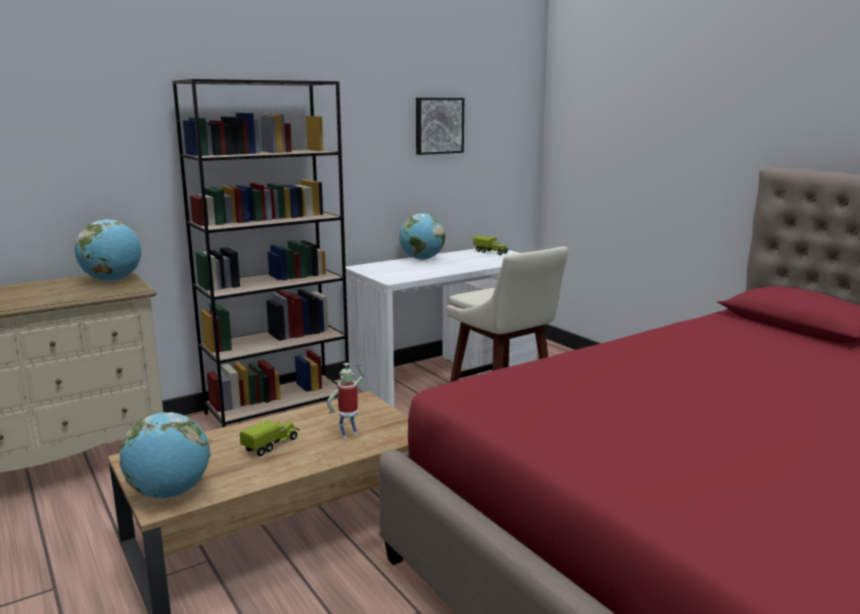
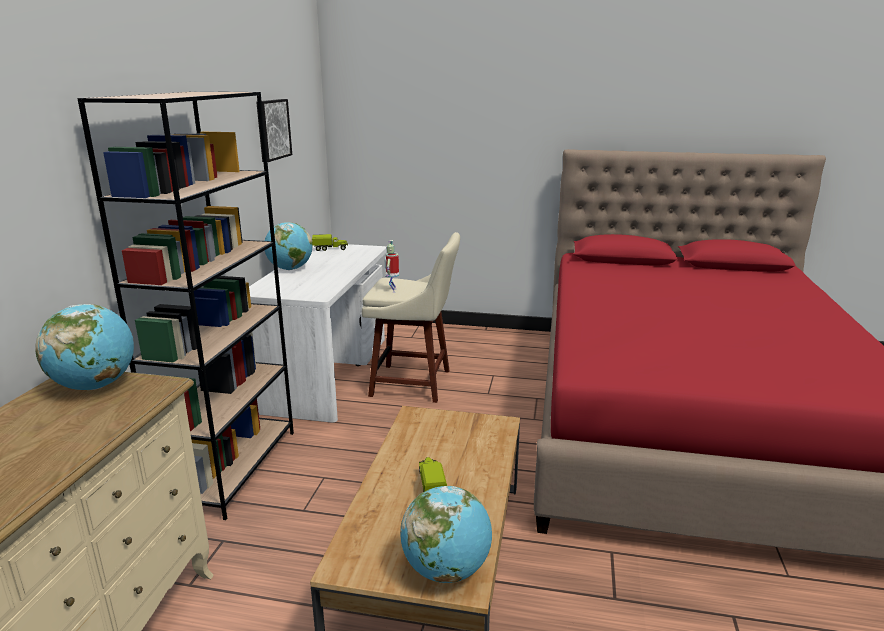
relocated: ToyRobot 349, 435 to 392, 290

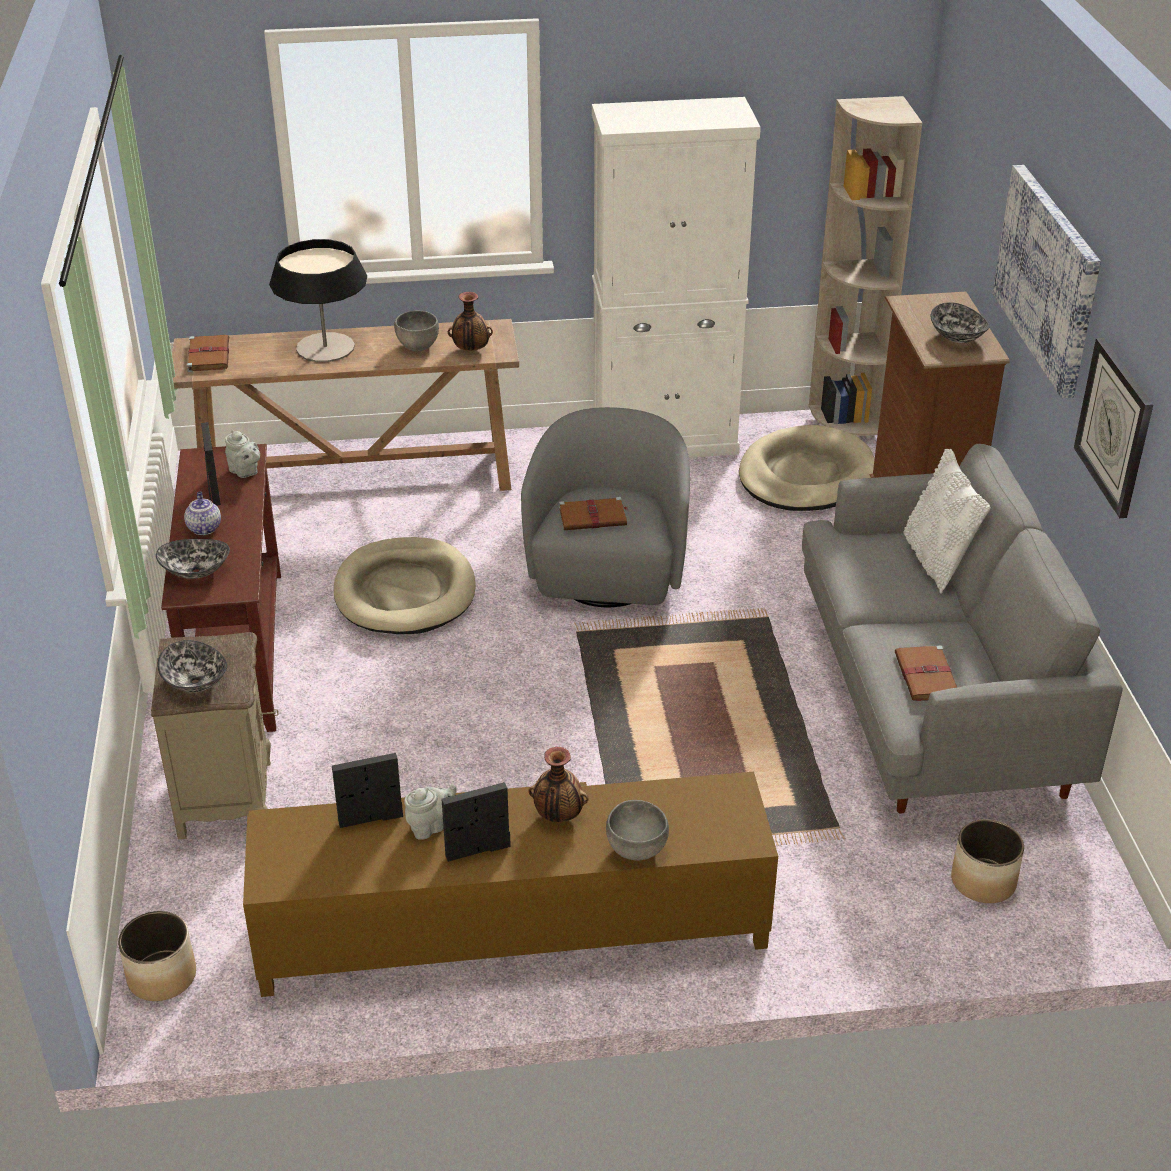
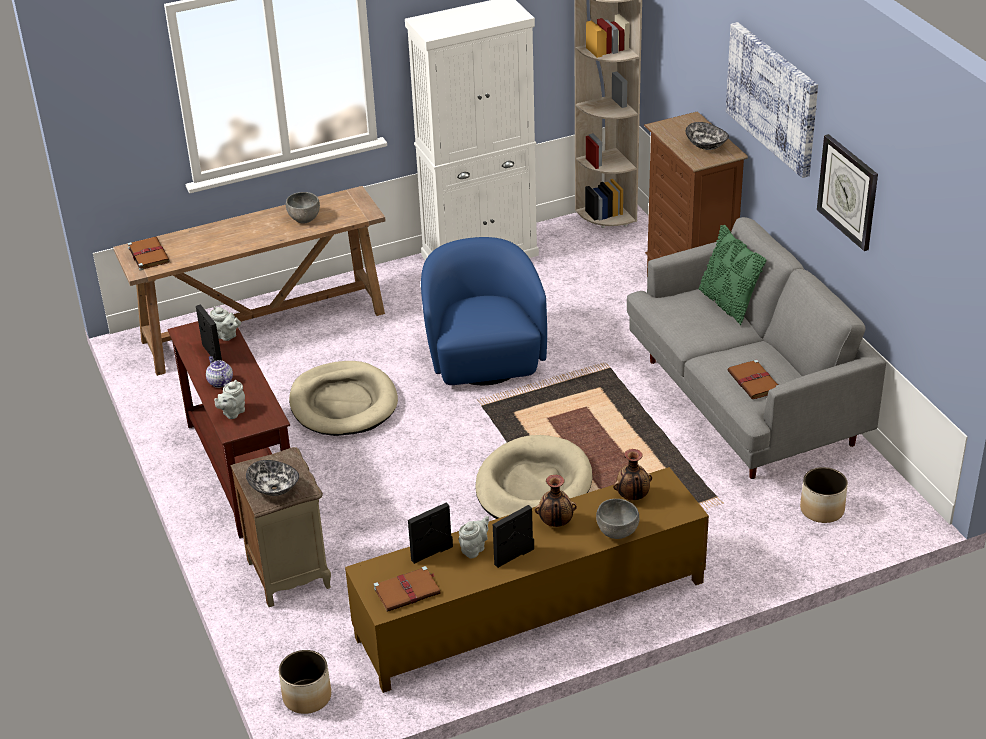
missing: TableLamp 325, 347
relocated: BrownBook 594, 517 to 408, 591; BeigeDogBed 805, 475 to 533, 486; Vase 471, 350 to 632, 496
exchanged: Bowl 196, 570 to GreyTeapot 232, 413
colour: GreyArmchair 608, 570 to BlueArmchair 483, 357; WhitePillow 936, 561 to GreenPillow 728, 304

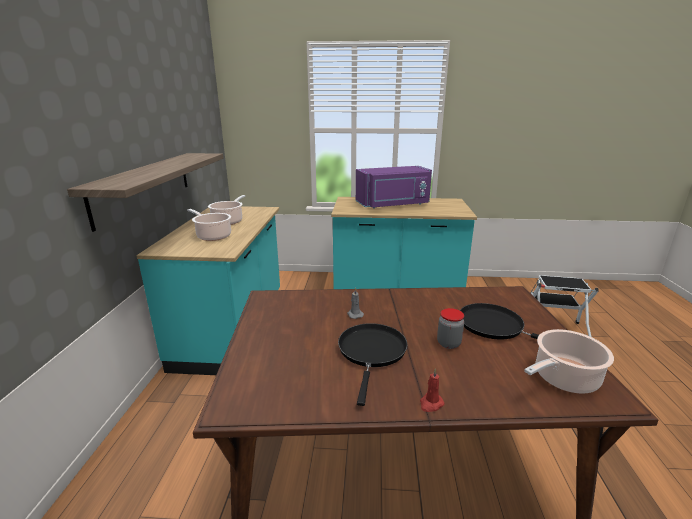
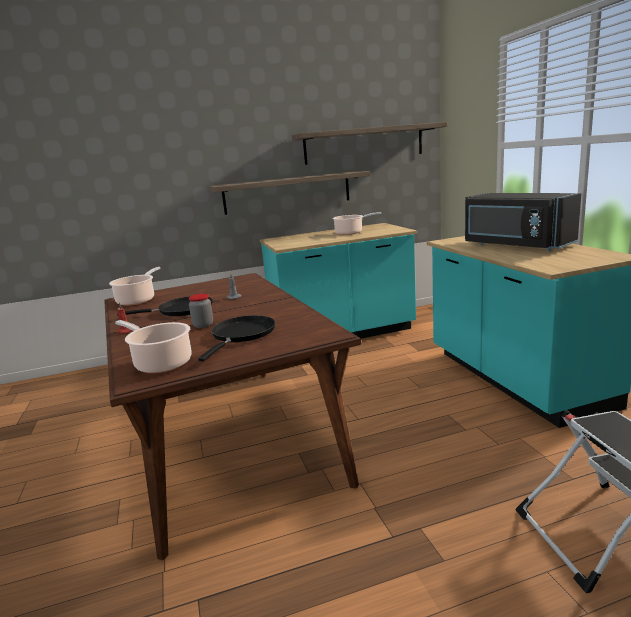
appeared: Shelf 364, 144
relocated: CookingPot 212, 236 to 137, 300
colour: PurpleMicrowave 393, 204 to BlackMicrowave 515, 245

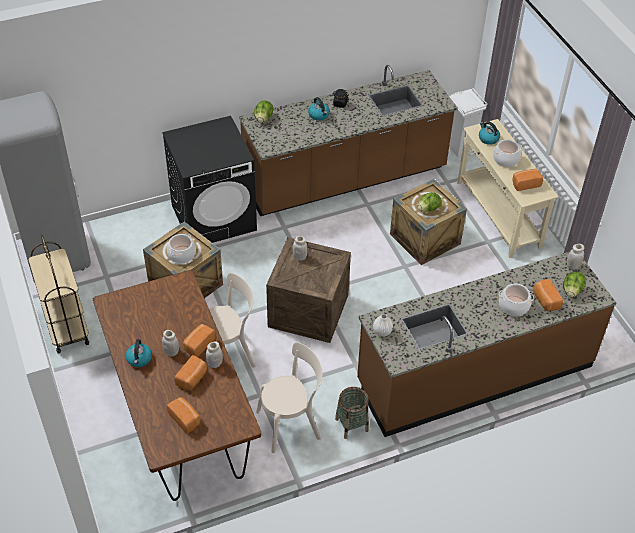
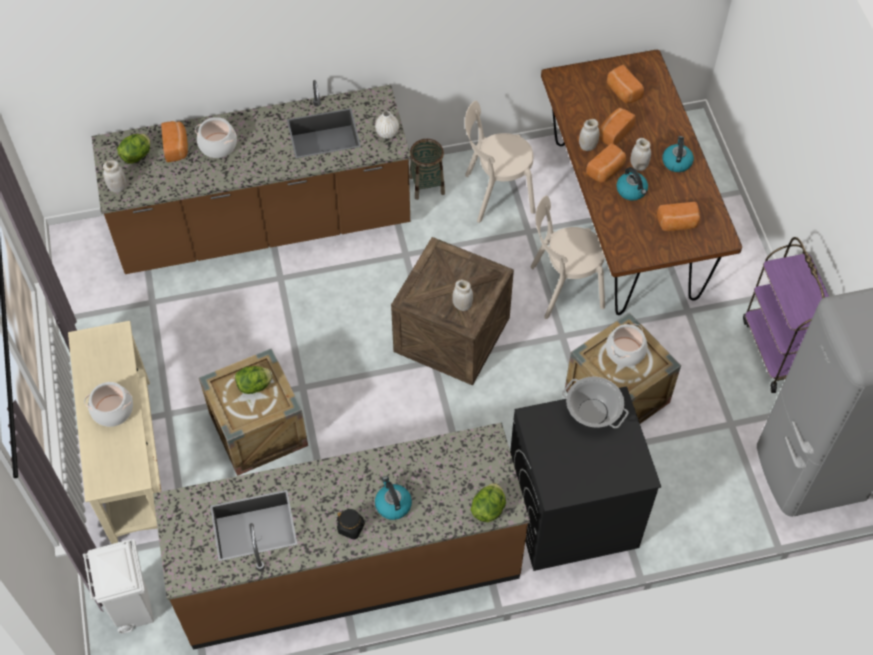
appeared: CookingPot 593, 412
relocated: Kettle 488, 138 to 632, 191; Bread 525, 184 to 677, 224
colour: BeigeCart 66, 327 to PurpleCart 776, 350

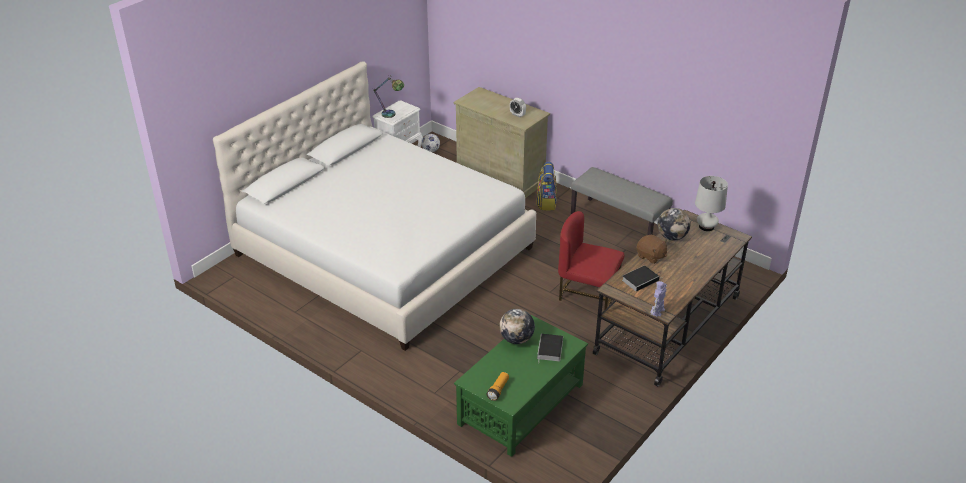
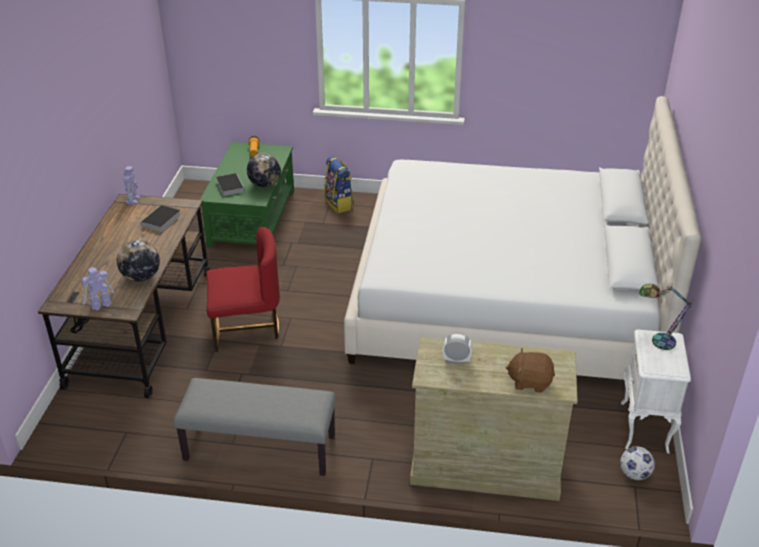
relocated: Backpack 546, 202 to 339, 204; BrownPlushToy 651, 256 to 530, 381
exchanged: WhiteTableLamp 706, 226 to ToyRobot 100, 305

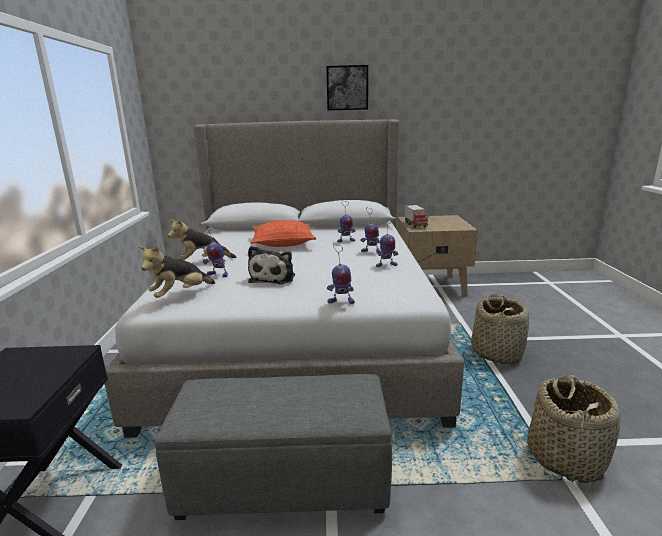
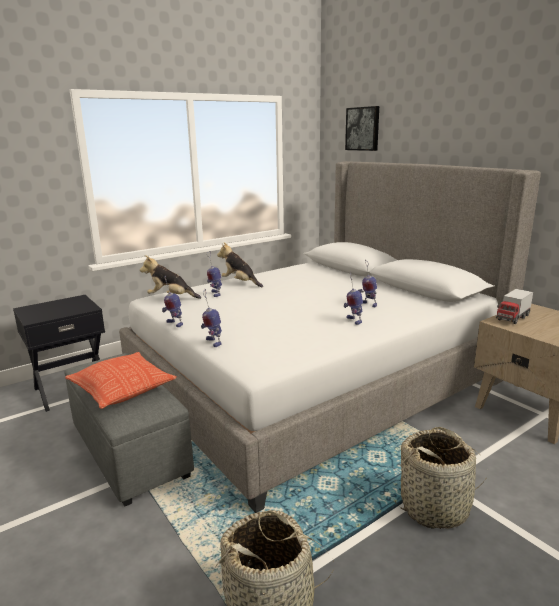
missing: PlushToy 274, 278
relocated: OrangePillow 283, 243 to 123, 391; ToyRobot 386, 265 to 174, 324; Picture 347, 88 to 363, 129

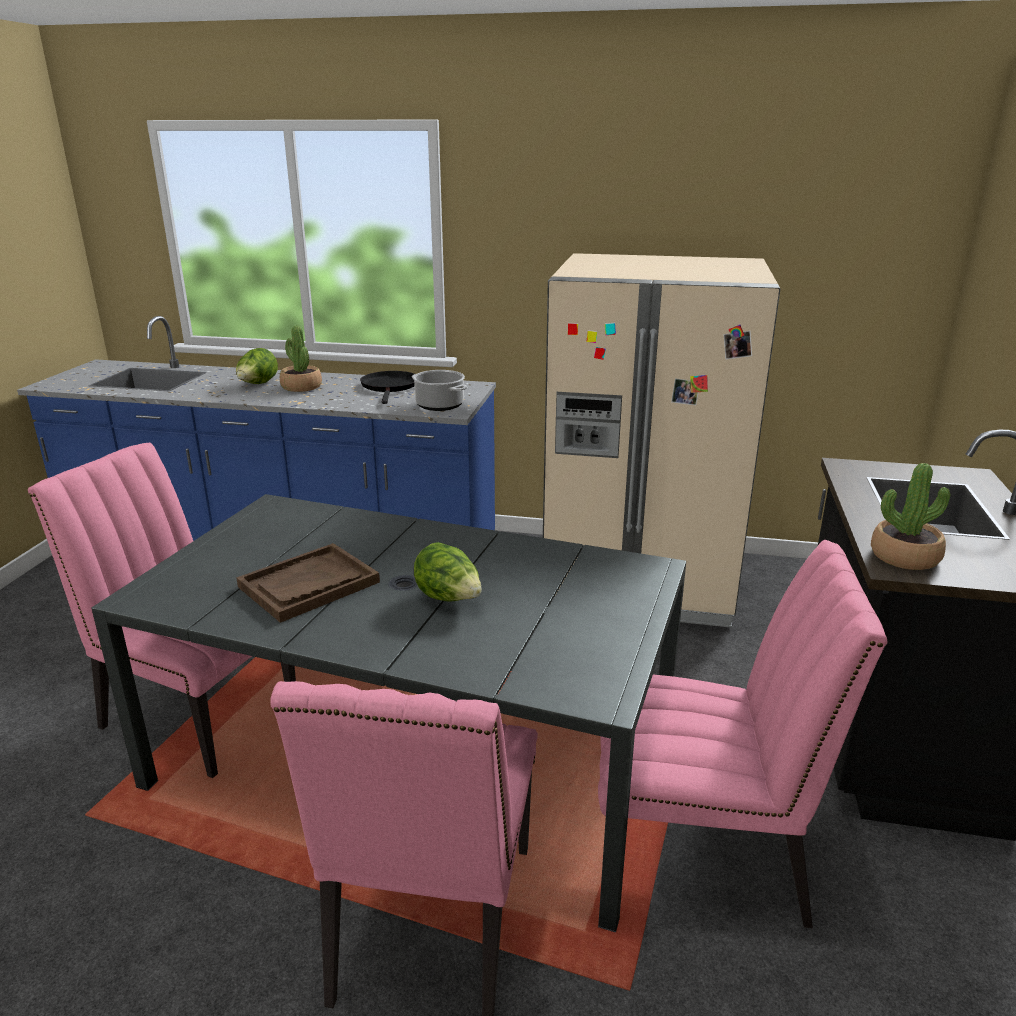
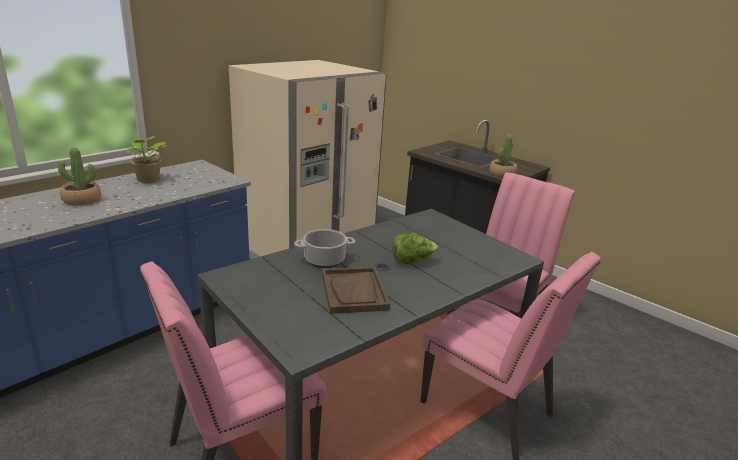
missing: Lettuce 257, 385
relocated: CookingPot 439, 405 to 324, 260
exchanged: BlackFryingPan 390, 387 to PottedPlant 148, 180

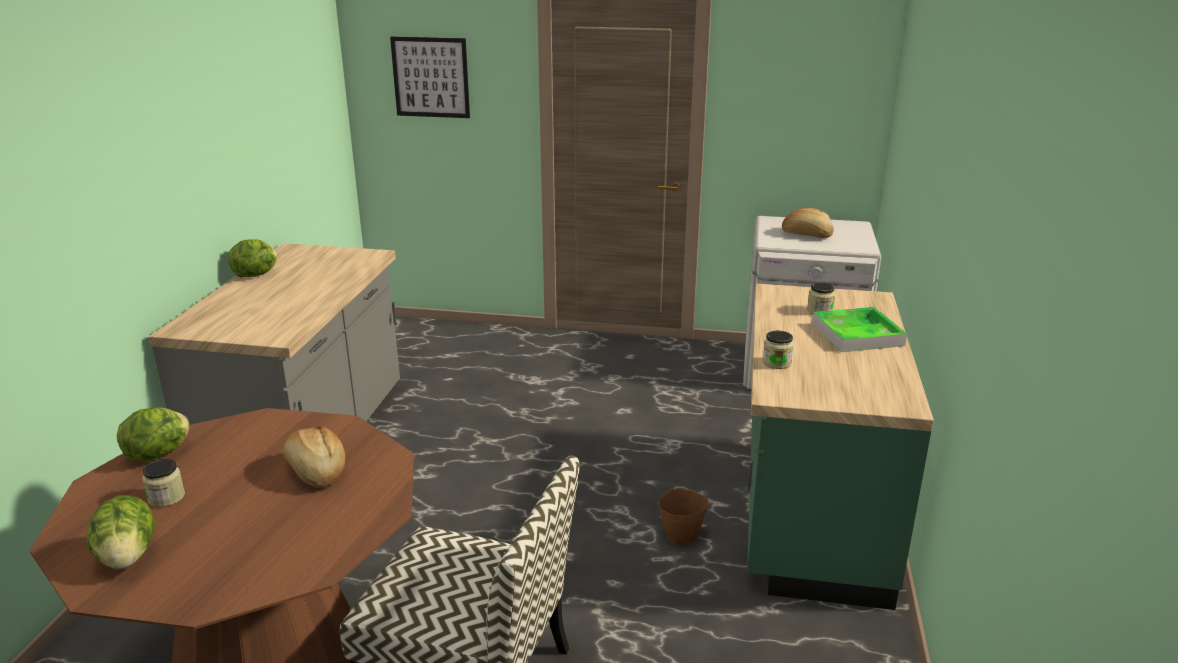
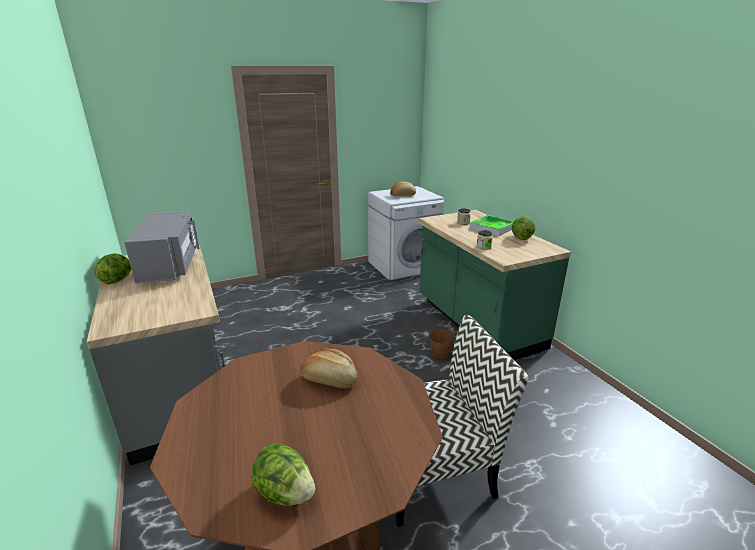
missing: Jar 166, 497; Picture 430, 77
appeared: GreyMicrowave 170, 266
relocated: Lettuce 159, 454 to 521, 238

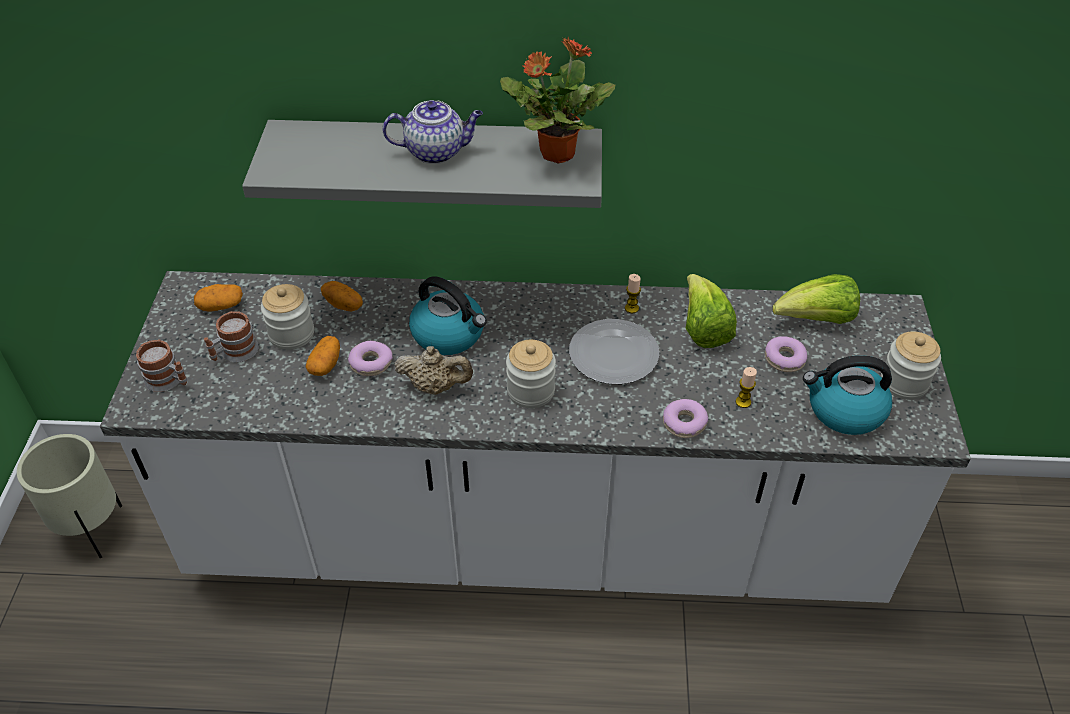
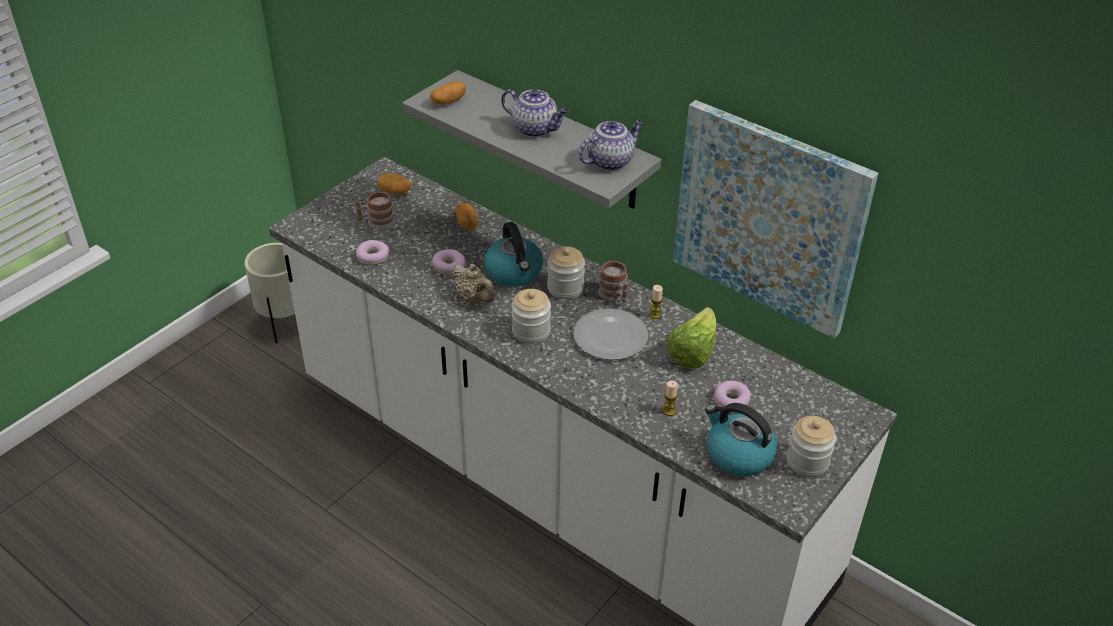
missing: Lettuce 816, 320
appeared: Picture 769, 217
relocated: Donut 684, 423 to 373, 257; Potato 325, 364 to 449, 101; Jar 291, 334 to 565, 288; Mug 169, 381 to 615, 295
exchanged: PottedPlant 555, 153 to Teapot 610, 161

